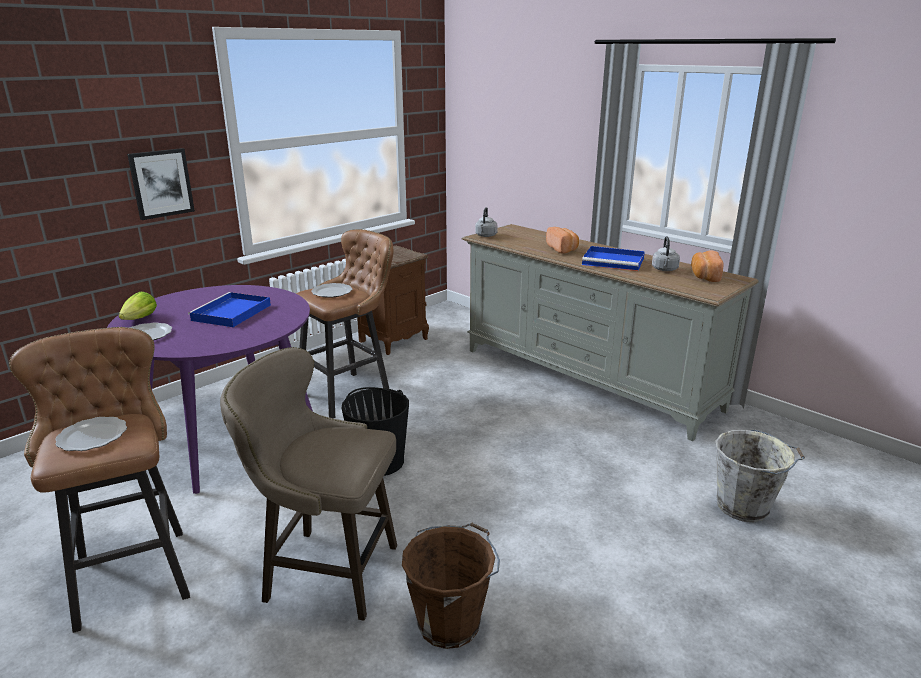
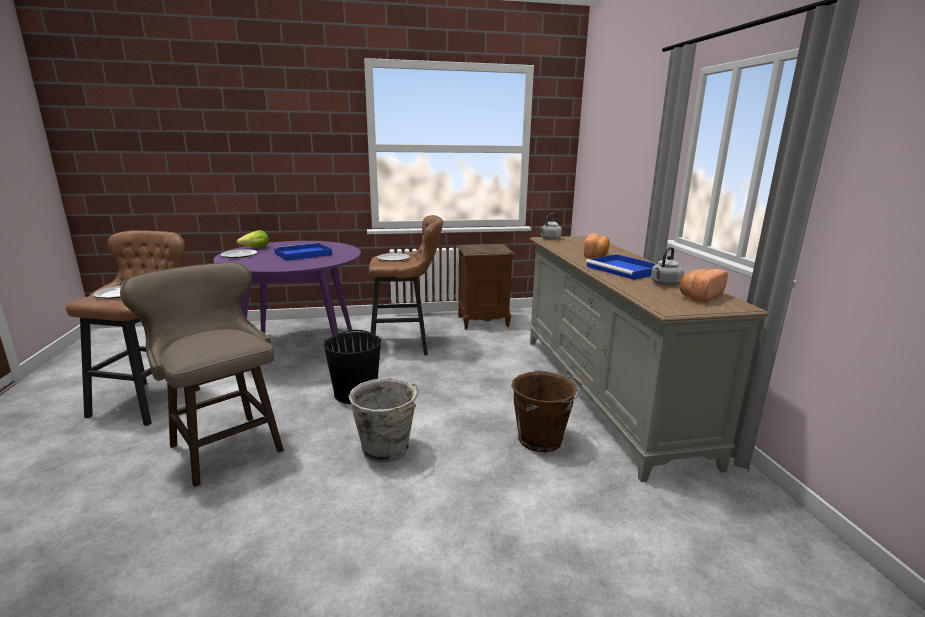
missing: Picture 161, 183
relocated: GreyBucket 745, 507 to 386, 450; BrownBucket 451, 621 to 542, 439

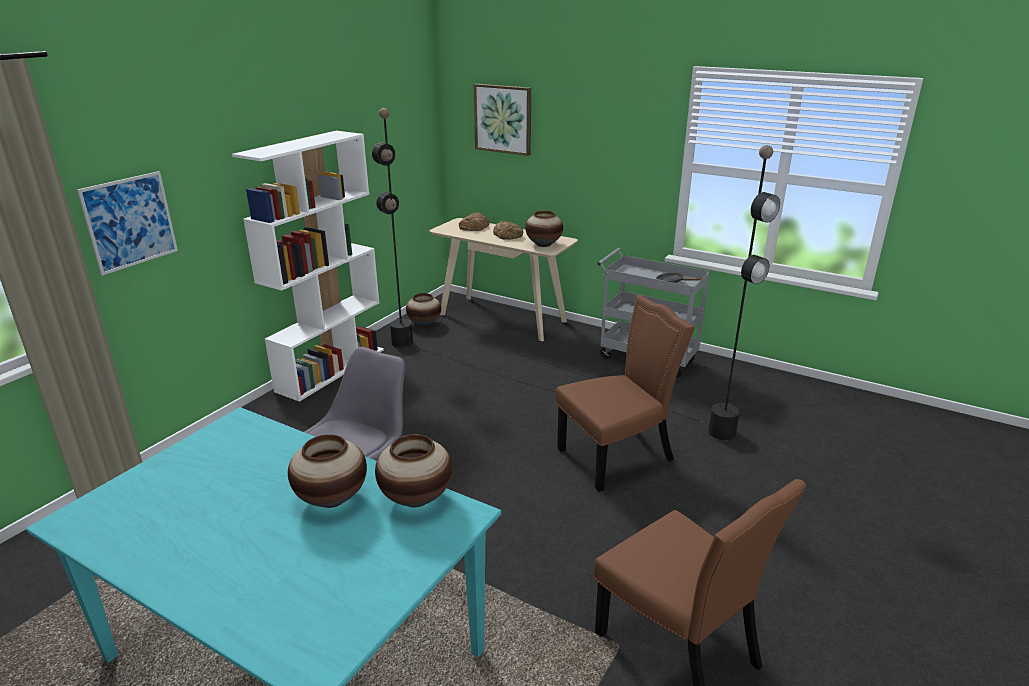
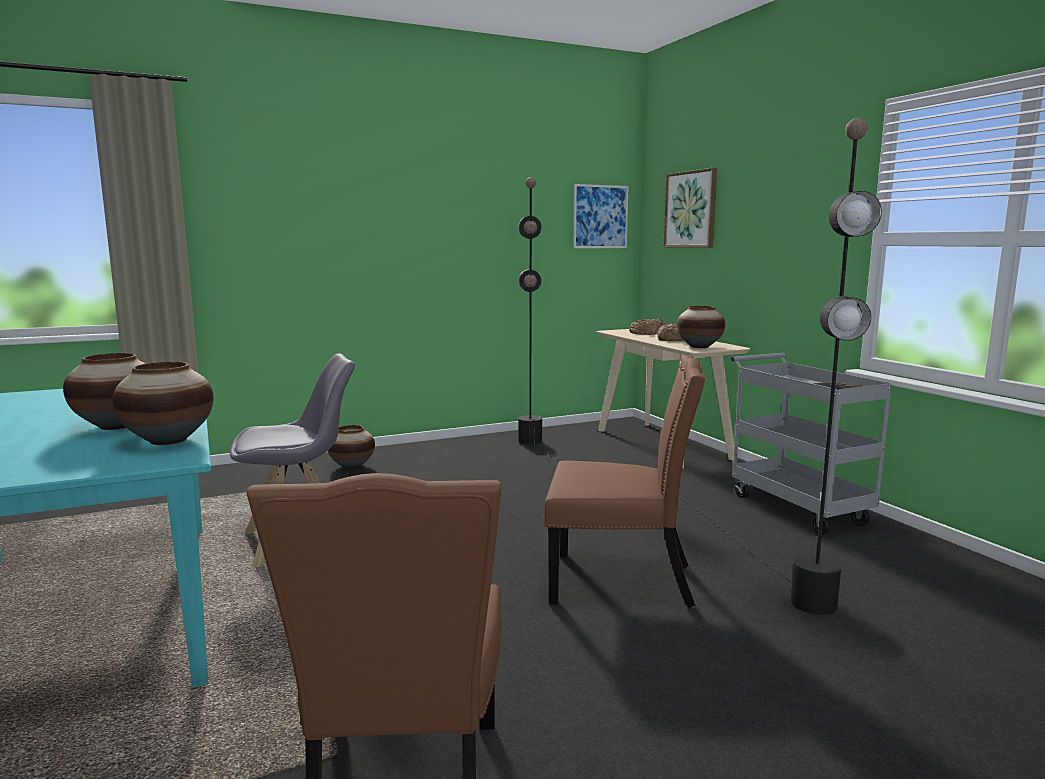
missing: WhiteBookcase 331, 369
relocated: Vase 424, 323 to 352, 466; Picture 130, 222 to 600, 216

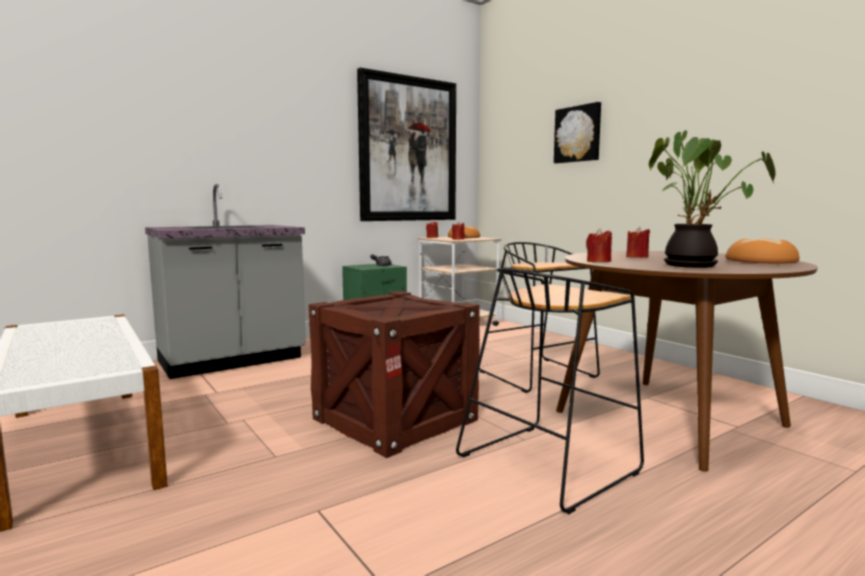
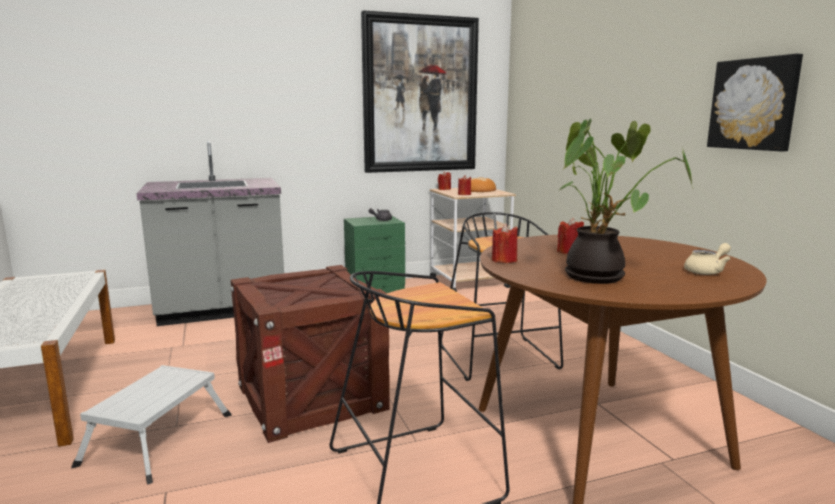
appeared: WhiteStepLadder 158, 438
relocated: Picture 578, 134 to 754, 104
exchanged: Bread 760, 261 to BeigeTeapot 707, 271

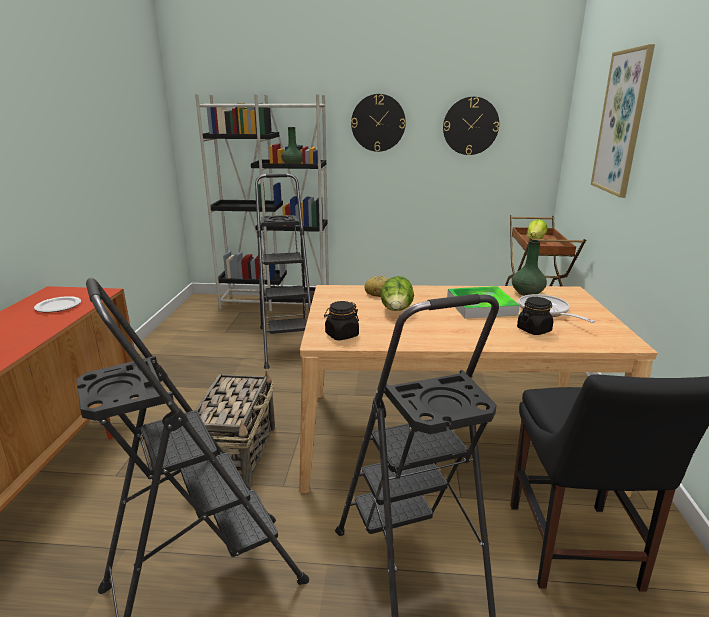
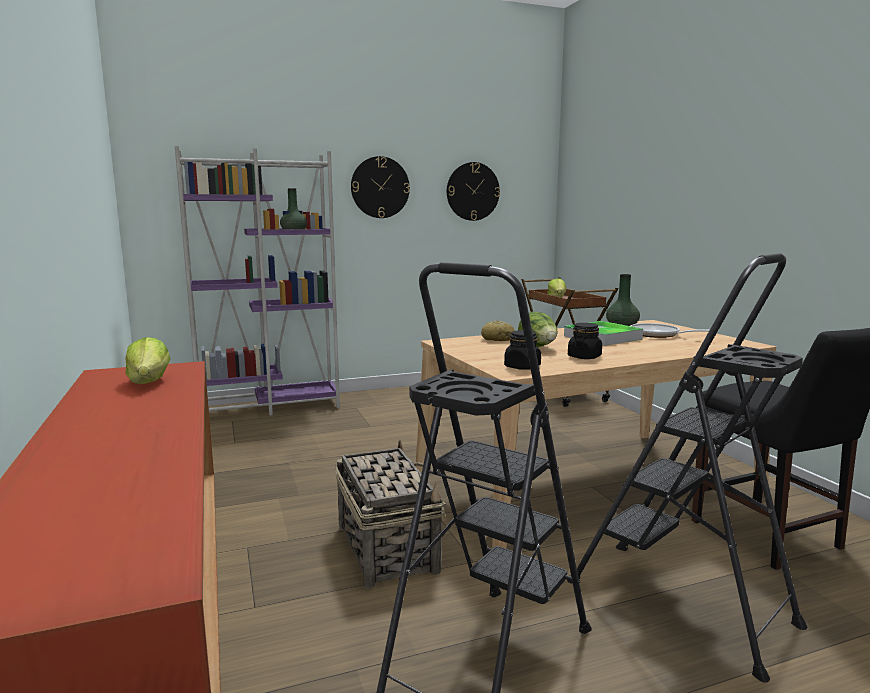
missing: StepLadder 287, 343; Picture 622, 123
relocated: BlackJar 534, 330 to 584, 357
exchanged: Plate 59, 306 to Lettuce 149, 382
colour: BlackBookcase 275, 304 to PurpleBookcase 270, 408

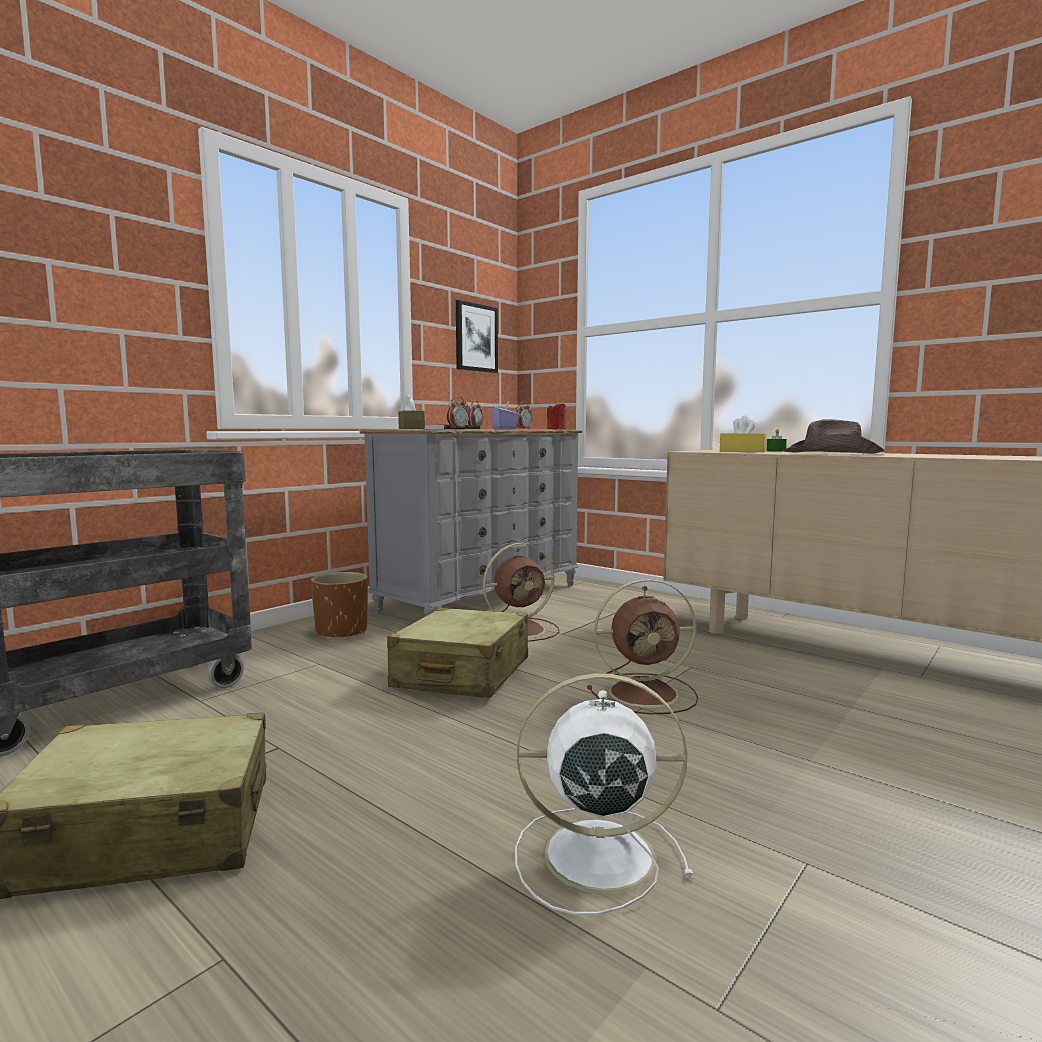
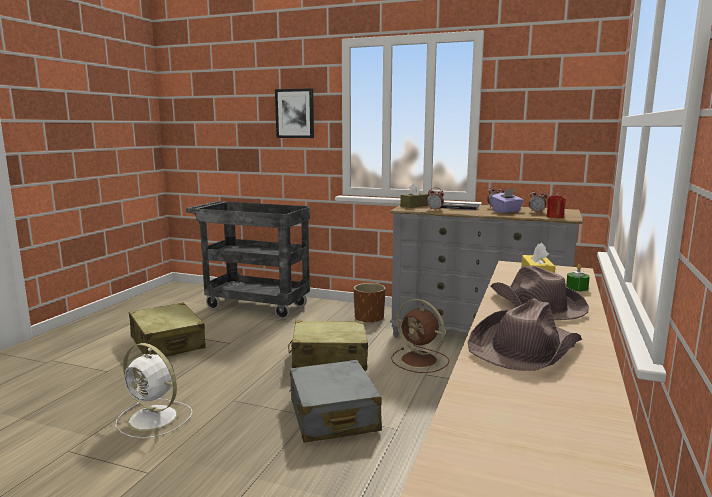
appeared: BrownHat 524, 348
relocated: Picture 475, 338 to 295, 113
exchanged: BrownFan 646, 693 to GreySuitcase 333, 415
spun: WhiteFan 593, 855 = 155, 419 135 degrees clockwise

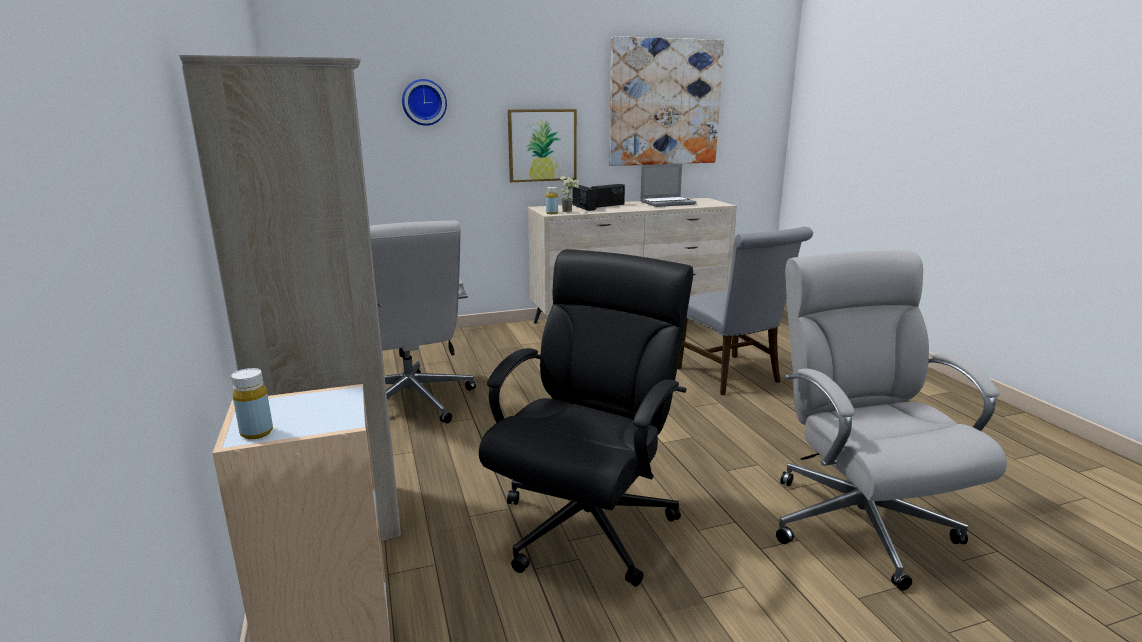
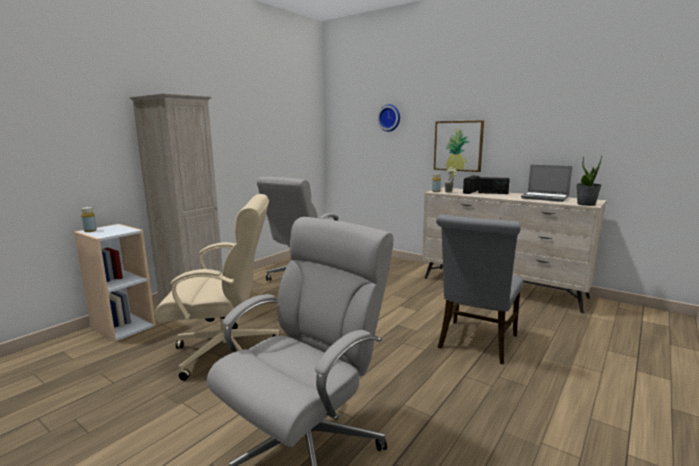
missing: Picture 665, 103
appeared: PottedPlant 586, 204
colour: BlackOfficeChair 586, 527 to BeigeOfficeChair 226, 352

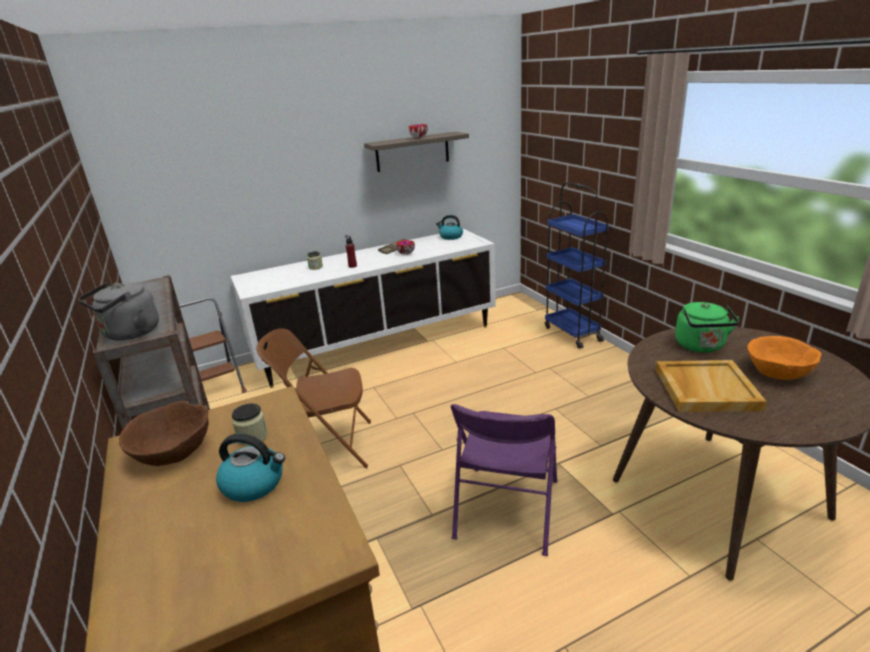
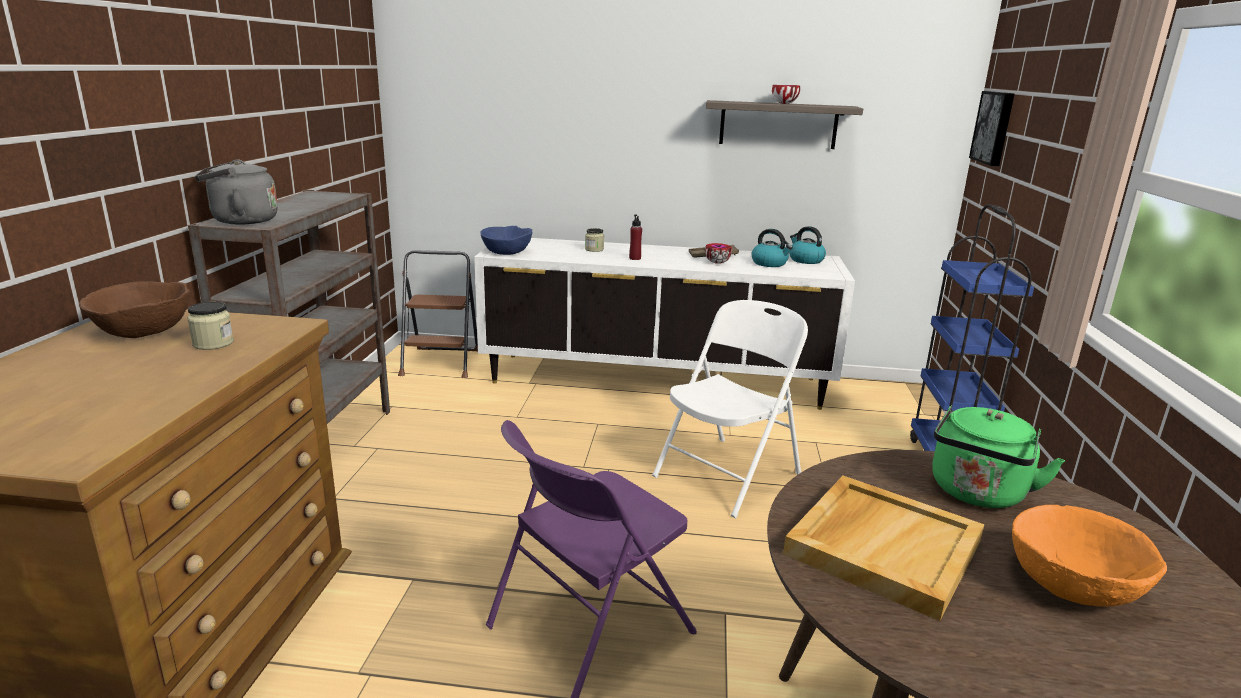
missing: BrownChair 327, 447
appeared: BlueBowl 507, 252; WhiteChair 727, 475; Picture 994, 127
relocated: Kettle 254, 484 to 770, 263

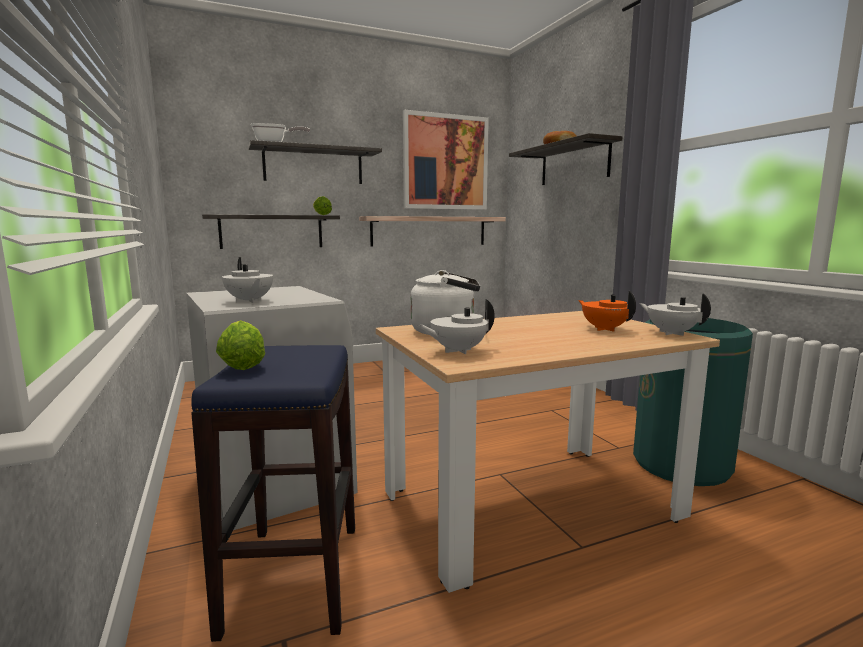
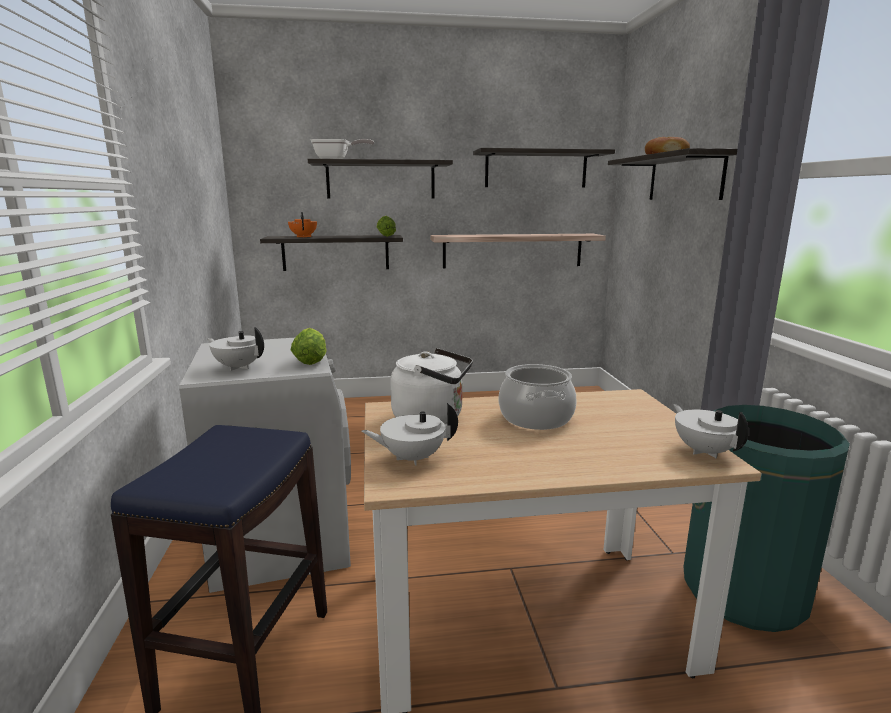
appeared: CookingPot 536, 418
relocated: OrangeTeapot 604, 329 to 303, 237; Lettuce 243, 365 to 311, 360
exchanged: Picture 445, 162 to Shelf 536, 169
spun: WhiteTeapot 249, 301 = 238, 367 135 degrees clockwise

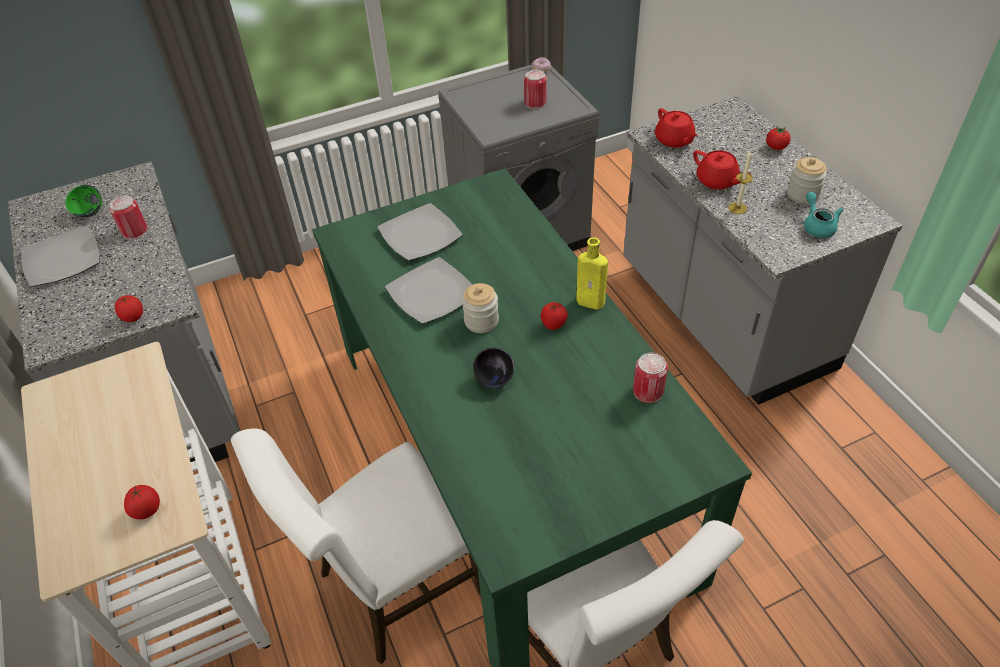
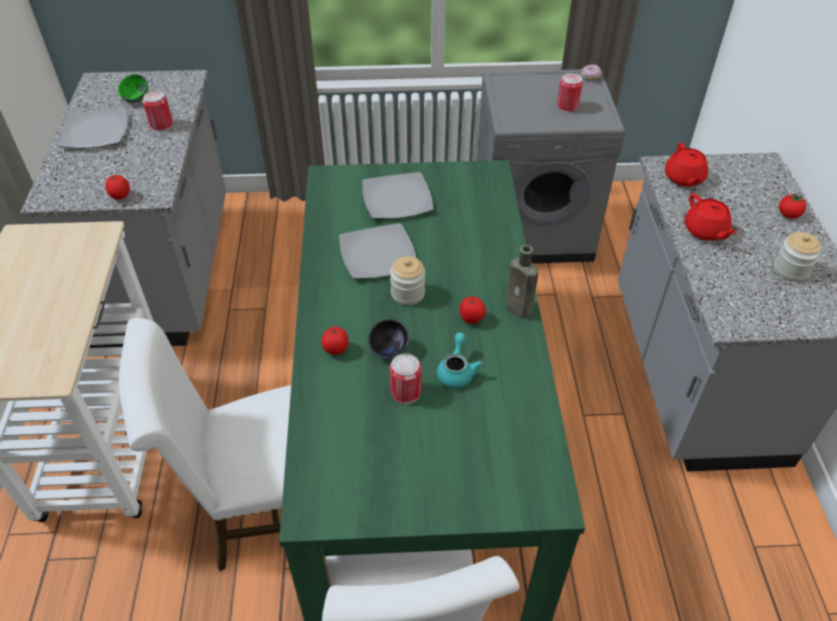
missing: Candle 737, 208
relocated: Tomato 147, 511 to 335, 350; Can 648, 391 to 406, 391; TurquoiseTeapot 817, 226 to 457, 371
colour: YellowBottle 592, 302 to BrownBottle 520, 310

